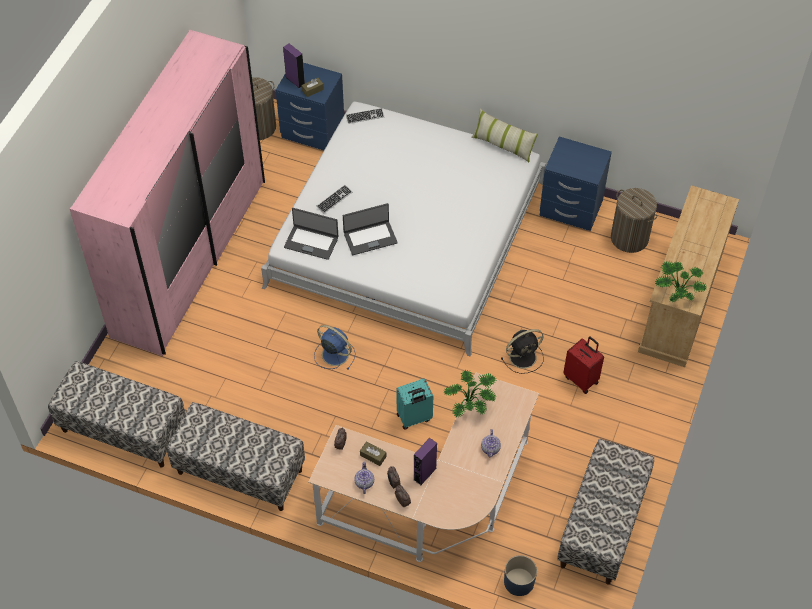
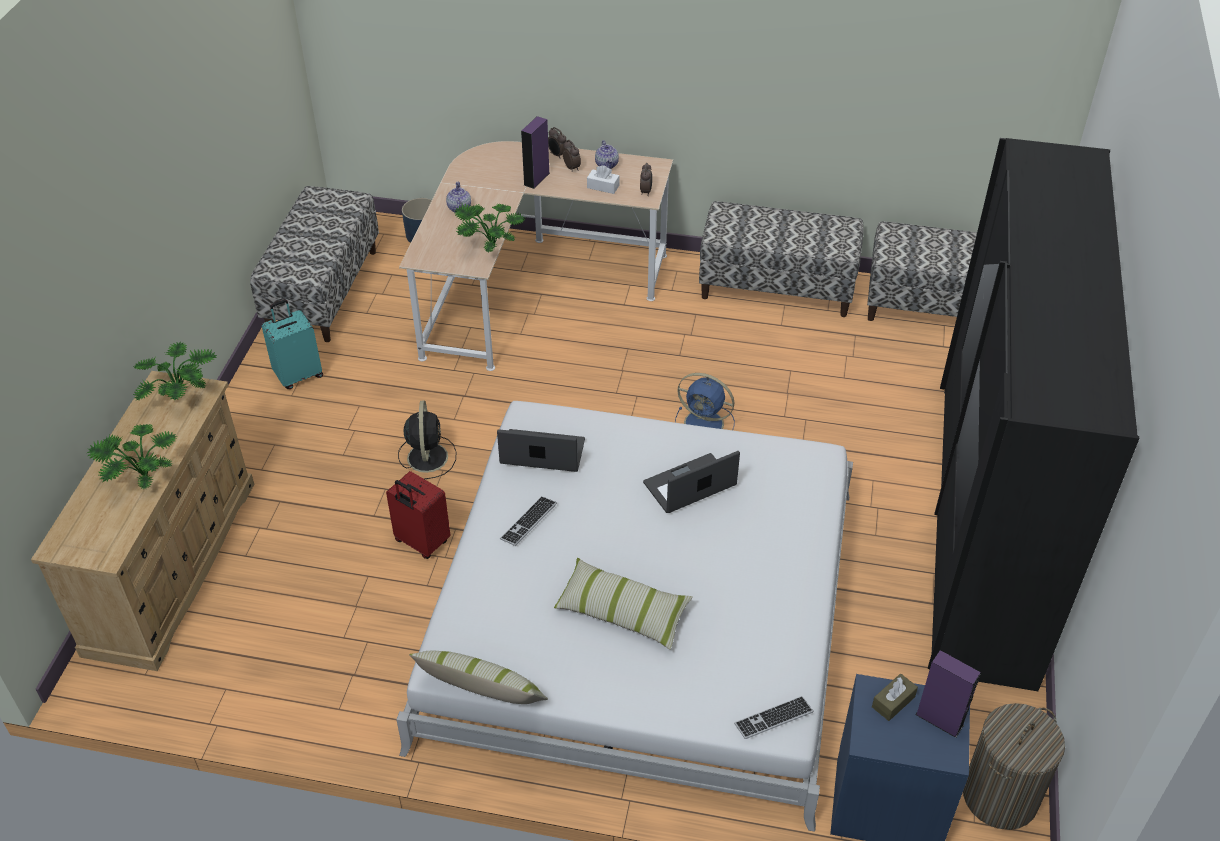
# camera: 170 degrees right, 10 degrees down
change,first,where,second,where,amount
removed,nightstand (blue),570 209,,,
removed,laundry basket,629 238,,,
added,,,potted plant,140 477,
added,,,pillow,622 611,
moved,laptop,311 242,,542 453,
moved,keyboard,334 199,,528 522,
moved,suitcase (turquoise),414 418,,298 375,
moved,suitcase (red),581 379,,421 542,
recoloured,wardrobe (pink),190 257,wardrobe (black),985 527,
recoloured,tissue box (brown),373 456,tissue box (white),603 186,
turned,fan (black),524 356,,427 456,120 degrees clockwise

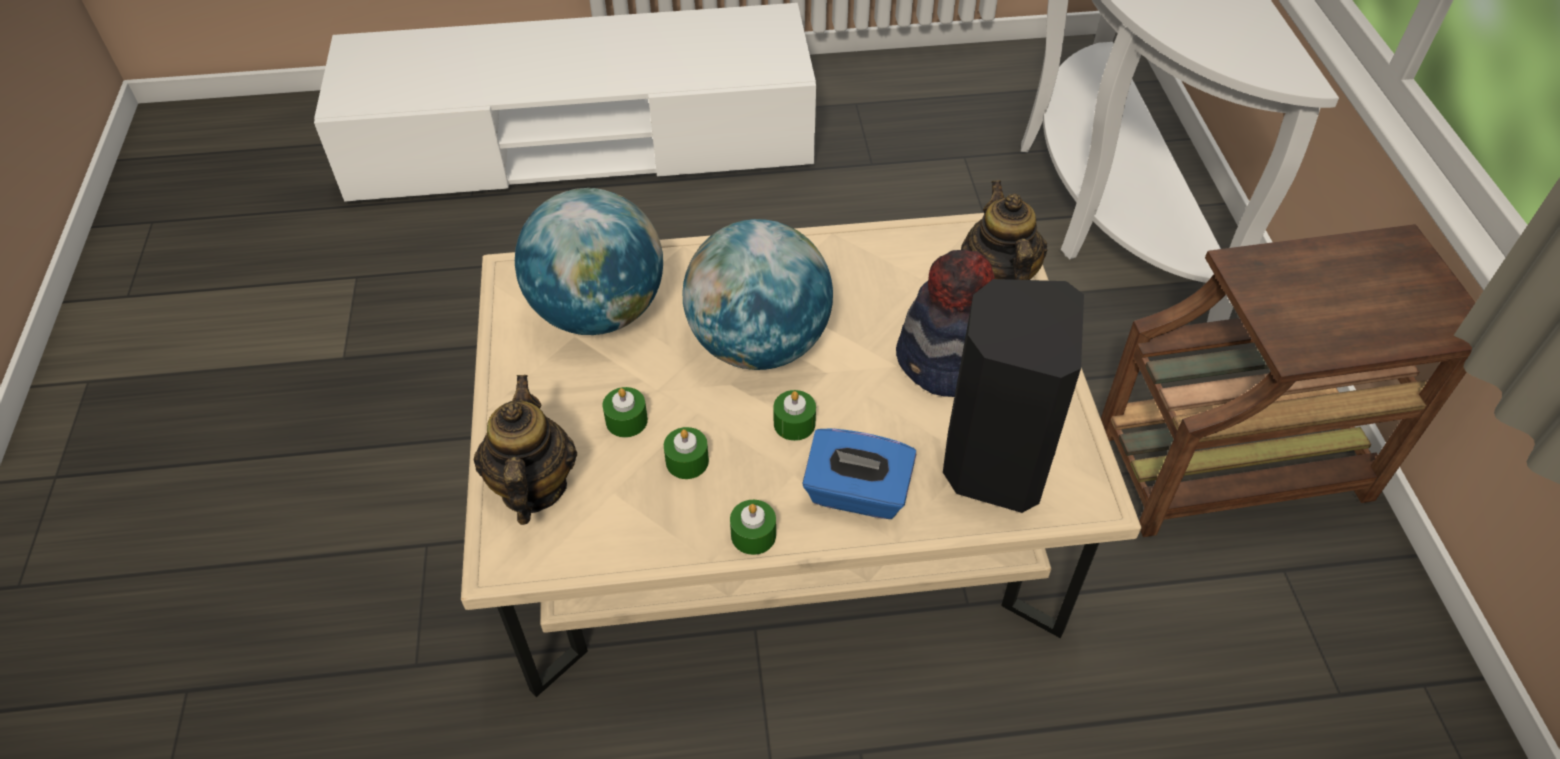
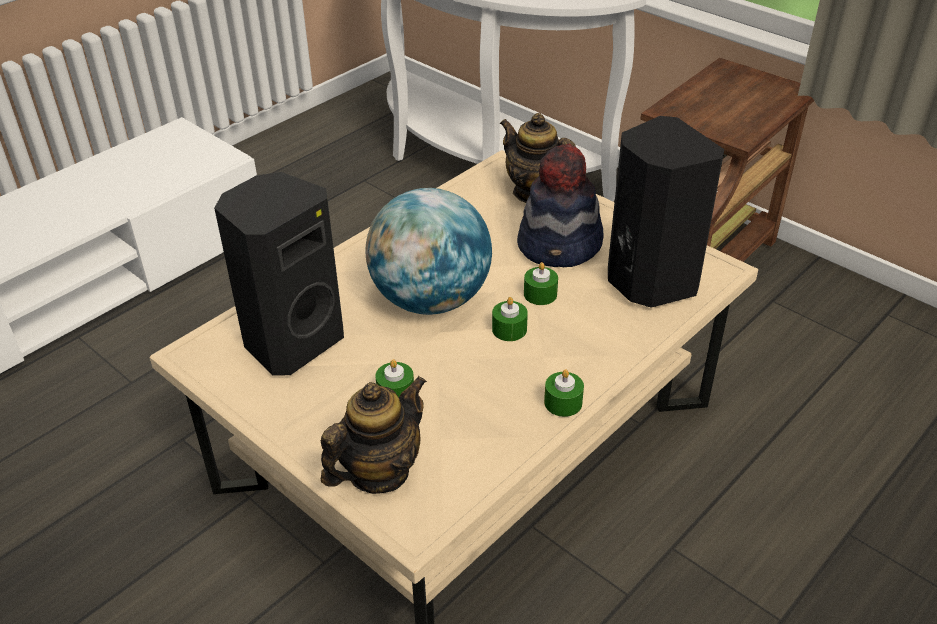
# camera: 40 degrees left, 10 degrees down
change,first,where,second,where,amount
removed,tissue box (blue),856 494,,,
moved,candle (green),687 461,,540 294,
replaced,globe,599 312,speaker (black),292 342,
turned,teapot,533 487,,378 472,90 degrees clockwise

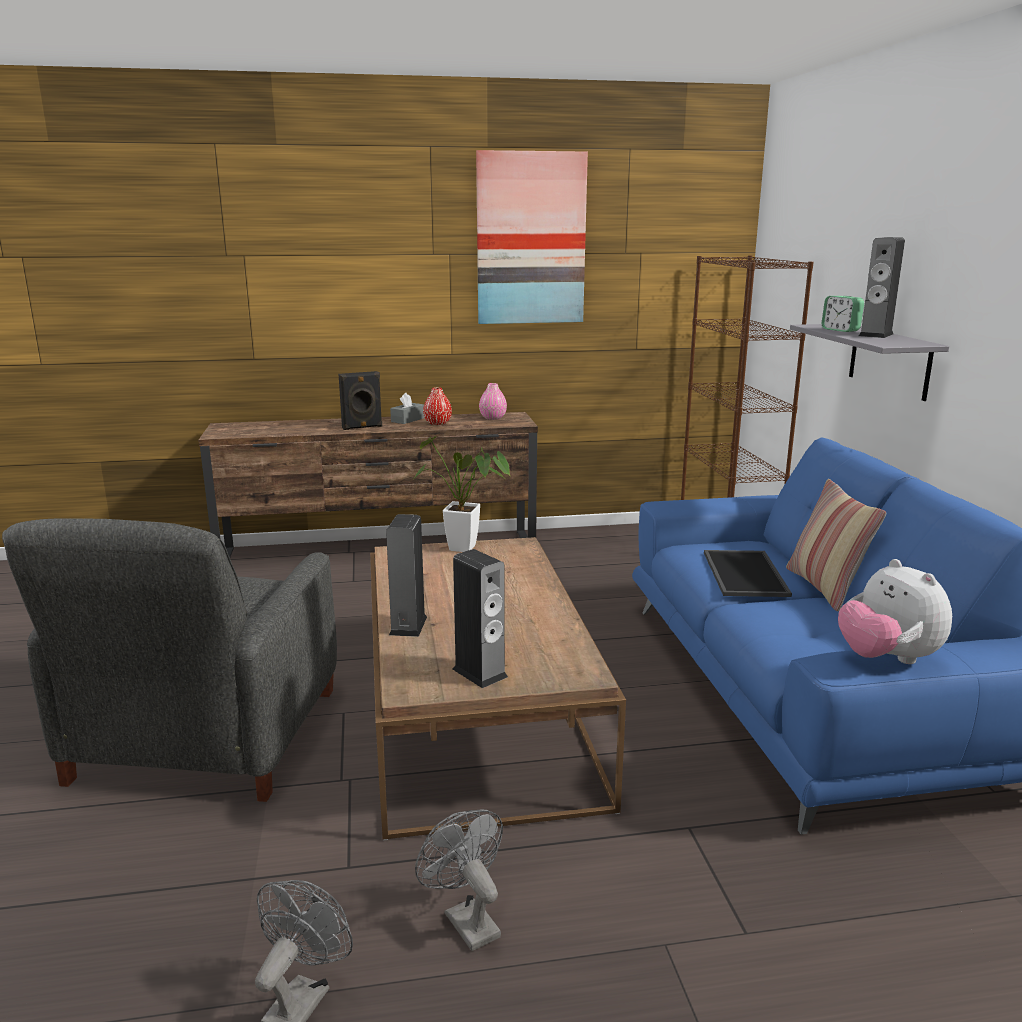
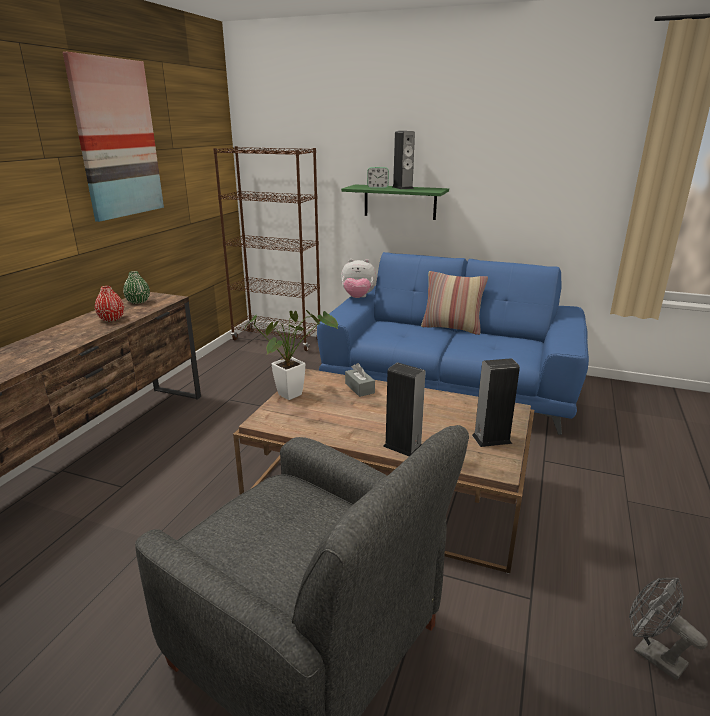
# camera: 60 degrees left, 5 degrees up
change,first,where,second,where,amount
removed,speaker (black),362 427,,,
removed,fan (grey),466 919,,,
removed,tray,742 573,,,
moved,tissue box (grey),407 420,,359 388,
moved,plush toy,887 658,,358 298,
recoloured,vase (pink),493 418,vase (green),138 301,
recoloured,shelf (grey),889 361,shelf (green),400 202,

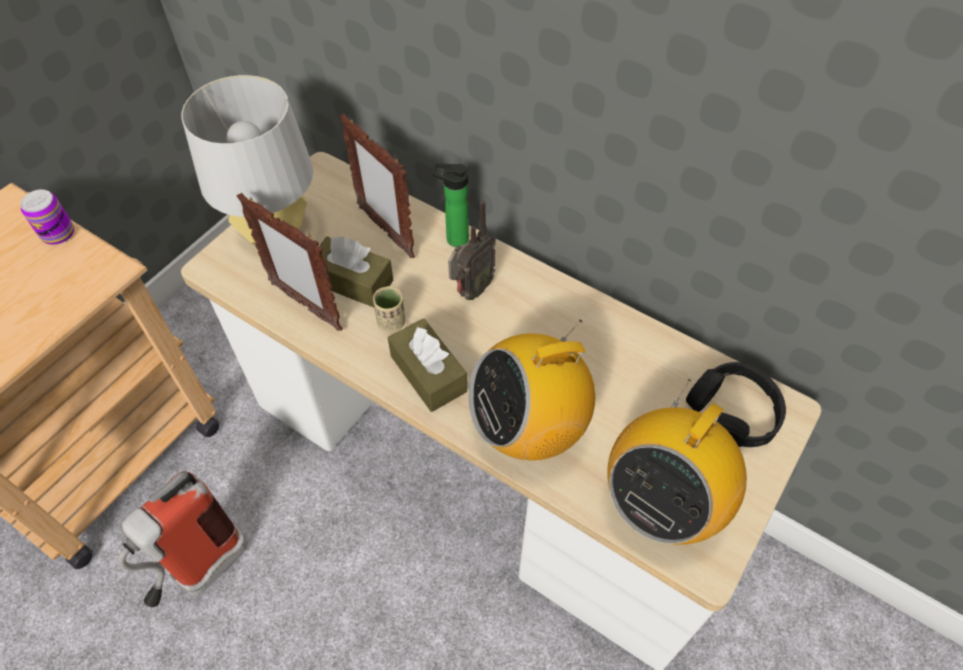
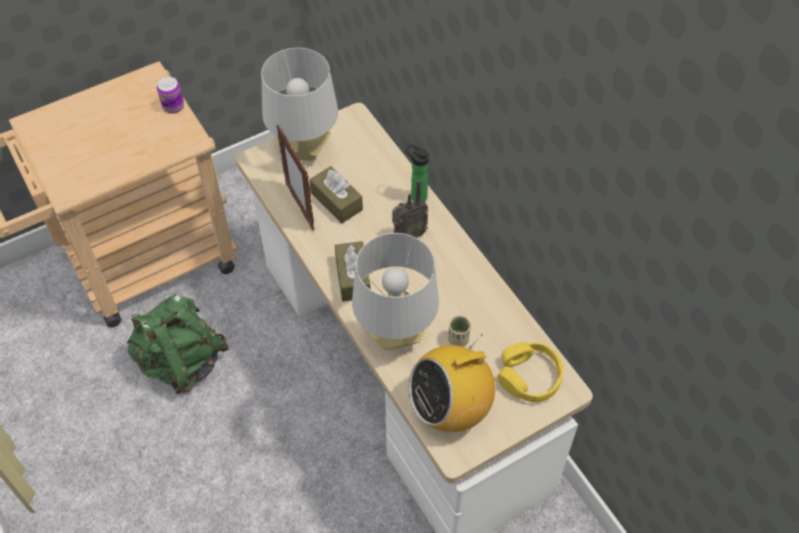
# camera: 25 degrees right, 0 degrees up
change,first,where,second,where,amount
removed,picture frame,385 231,,,
moved,cup (beige),391 322,,458 340,
replaced,fire extinguisher,201 573,backpack (green),182 362,
replaced,radio,529 428,table lamp (grey),395 334,
recoloured,headphones (black),731 413,headphones (yellow),529 377,

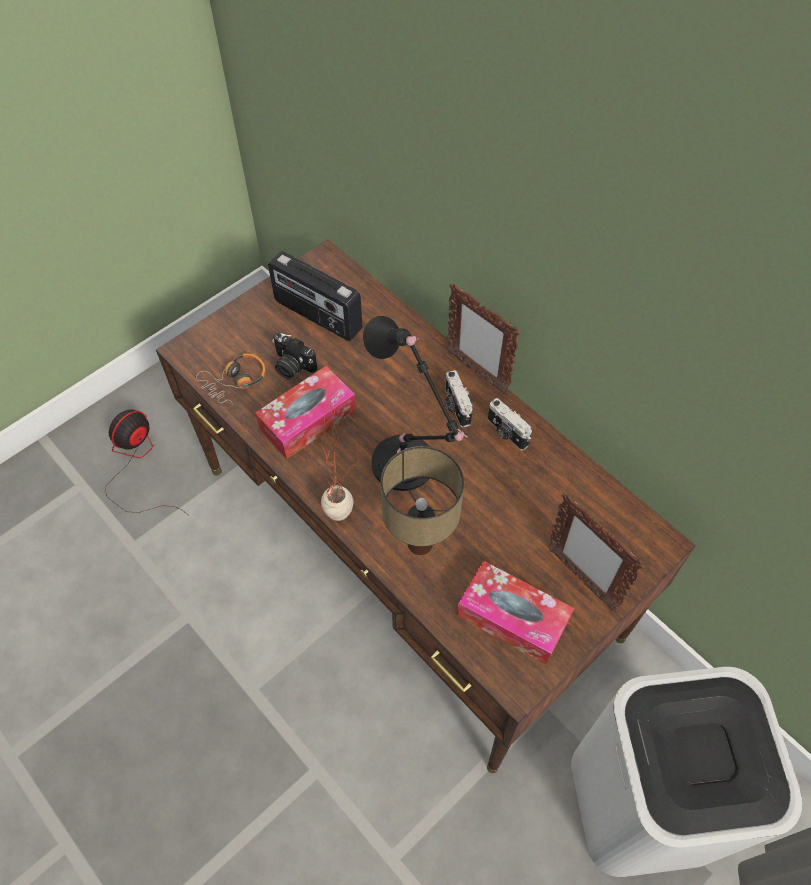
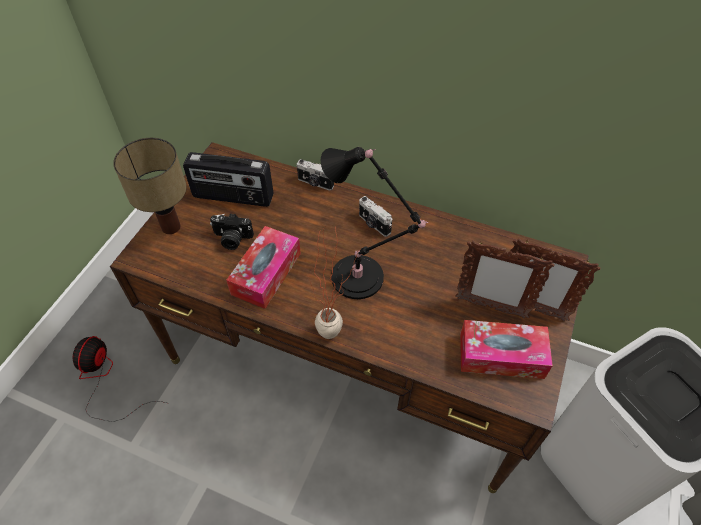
# camera: 25 degrees left, 5 degrees down
change,first,where,second,where,amount
removed,headphones,235 382,,,
moved,table lamp,421 543,,172 226,
moved,picture frame,477 372,,490 307,
moved,photo camera,506 433,,315 183,

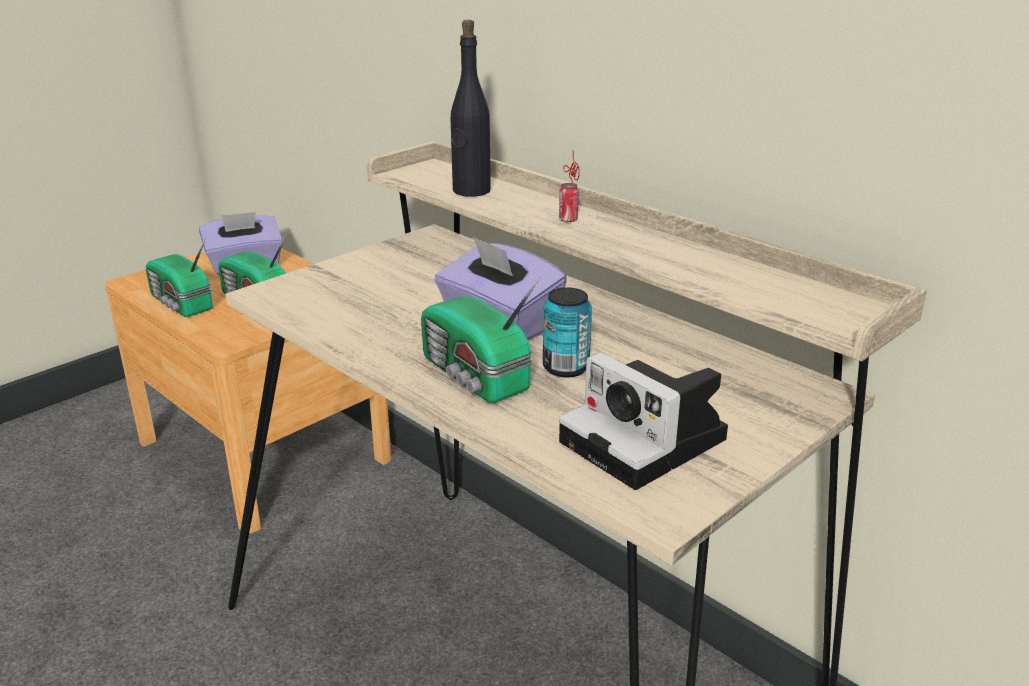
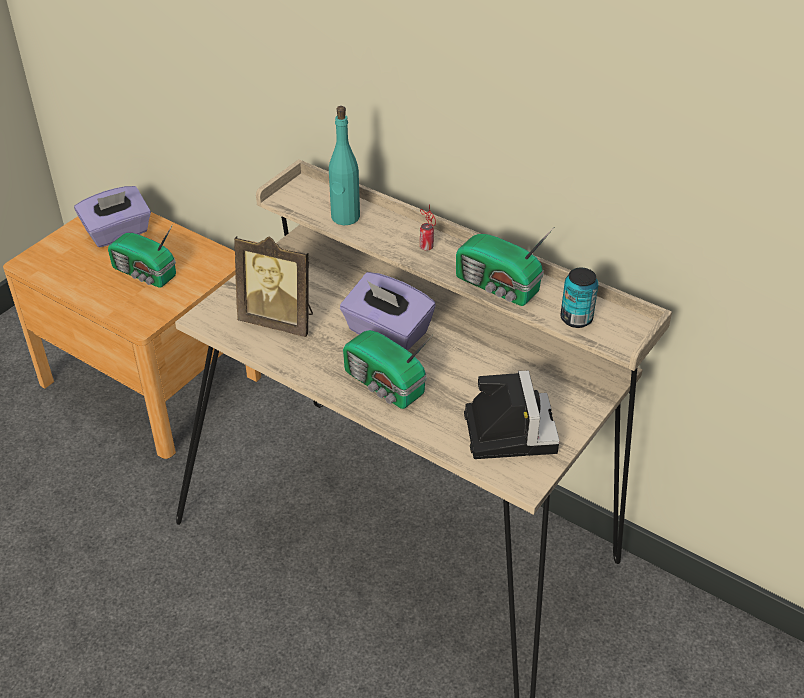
# camera: 10 degrees left, 15 degrees up
change,first,where,second,where,amount
added,,,picture frame,279 320,
moved,radio,181 304,,498 287,
moved,can,565 368,,576 319,
recoloured,bottle (black),471 191,bottle (turquoise),345 217,
turned,photo camera,649 442,,508 429,135 degrees counterclockwise

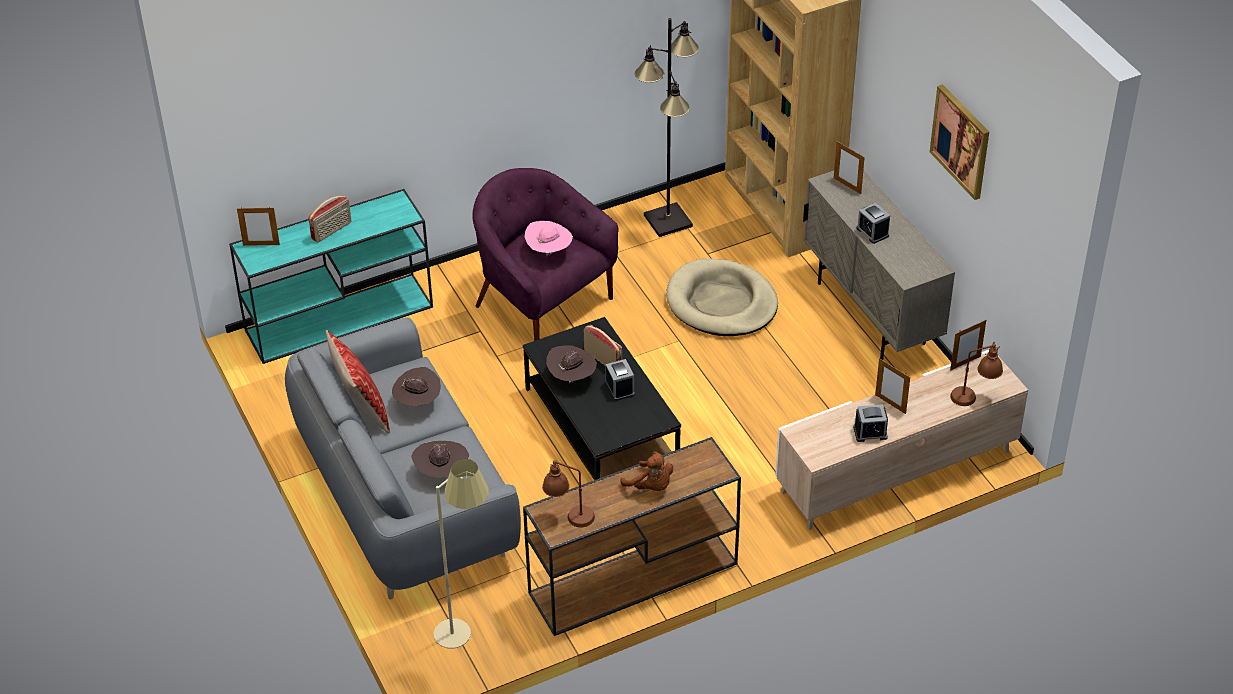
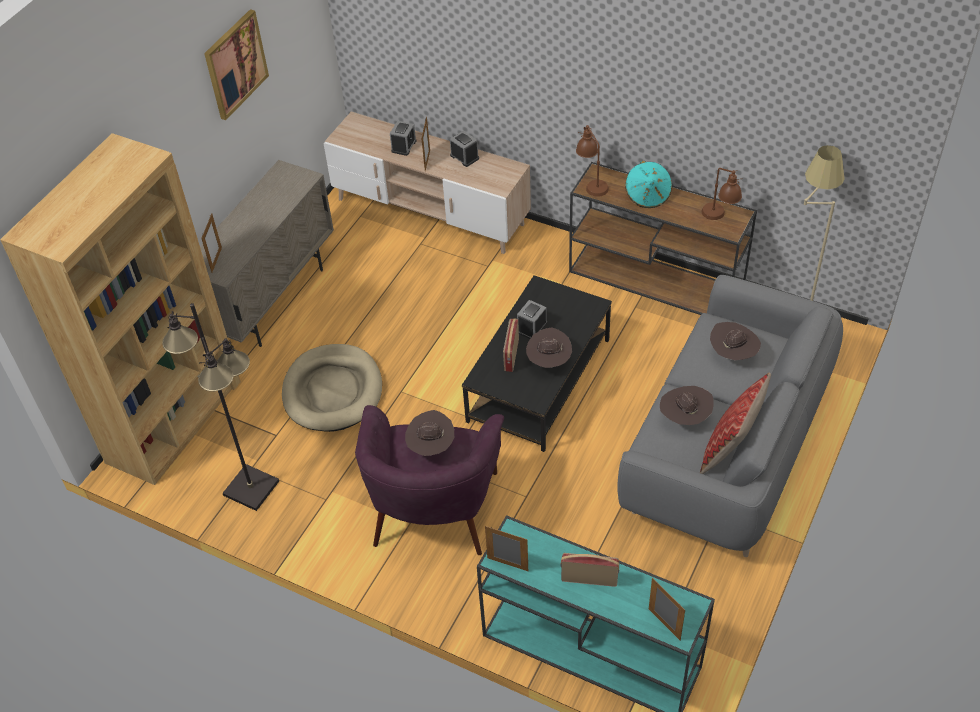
# camera: 125 degrees left, 5 degrees up
change,first,where,second,where,amount
moved,alarm clock,872 232,,404 146,
moved,picture frame,965 363,,507 564,
moved,table lamp (brown),974 397,,591 183,
replaced,plush toy (brown),650 486,hat (turquoise),648 196,
recoloured,hat (pink),549 251,hat (brown),431 446,

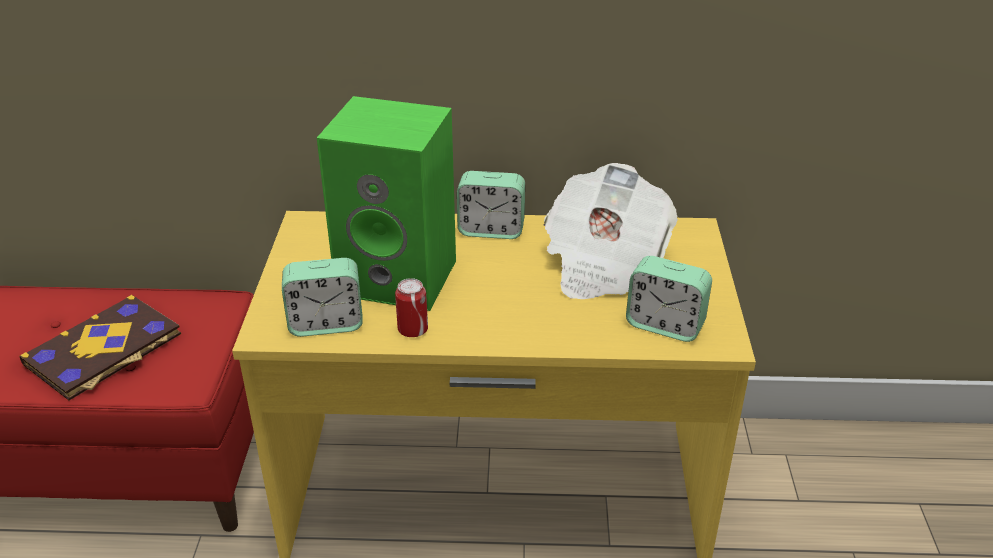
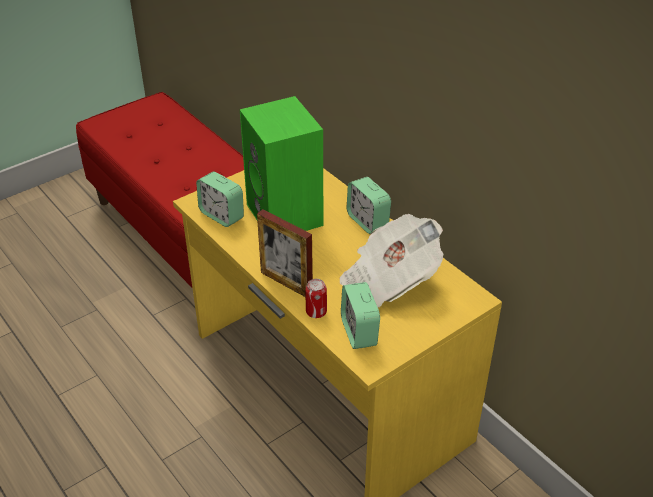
# camera: 50 degrees right, 5 degrees up
change,first,where,second,where,amount
removed,book,104 350,,,
added,,,picture frame,286 283,
moved,can,413 330,,316 312,

